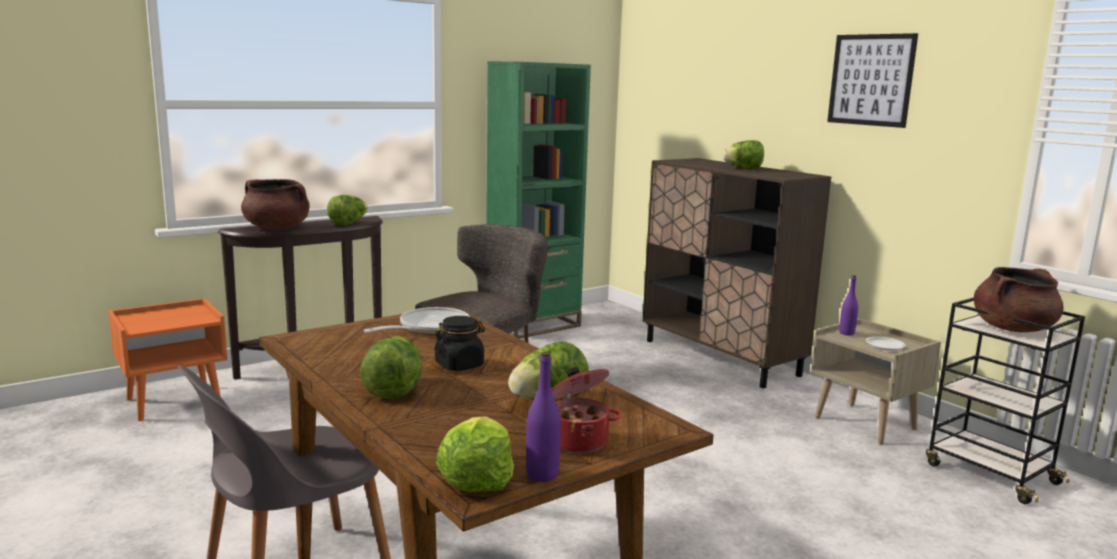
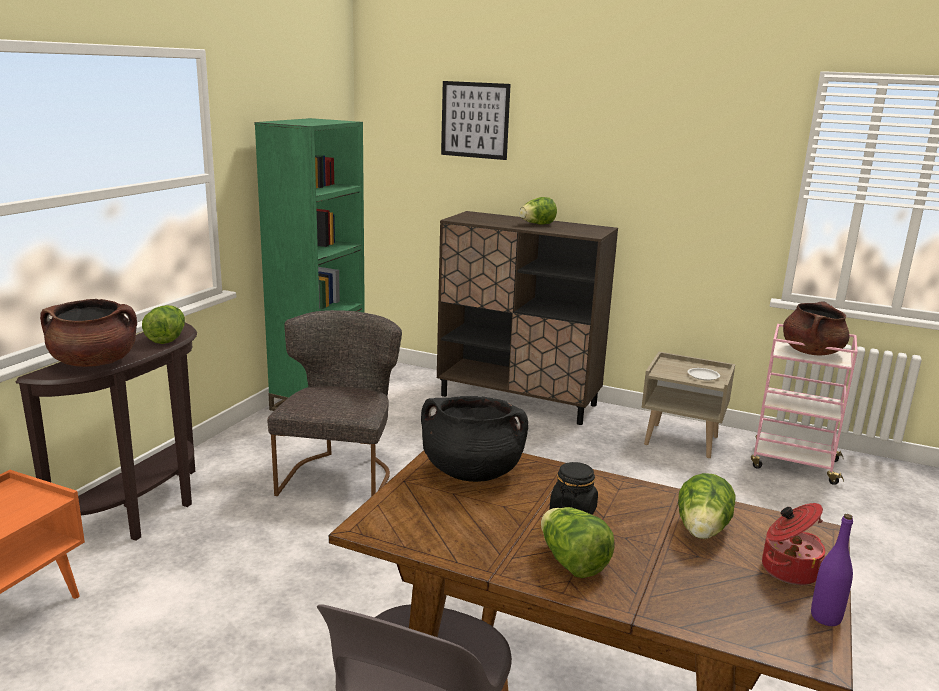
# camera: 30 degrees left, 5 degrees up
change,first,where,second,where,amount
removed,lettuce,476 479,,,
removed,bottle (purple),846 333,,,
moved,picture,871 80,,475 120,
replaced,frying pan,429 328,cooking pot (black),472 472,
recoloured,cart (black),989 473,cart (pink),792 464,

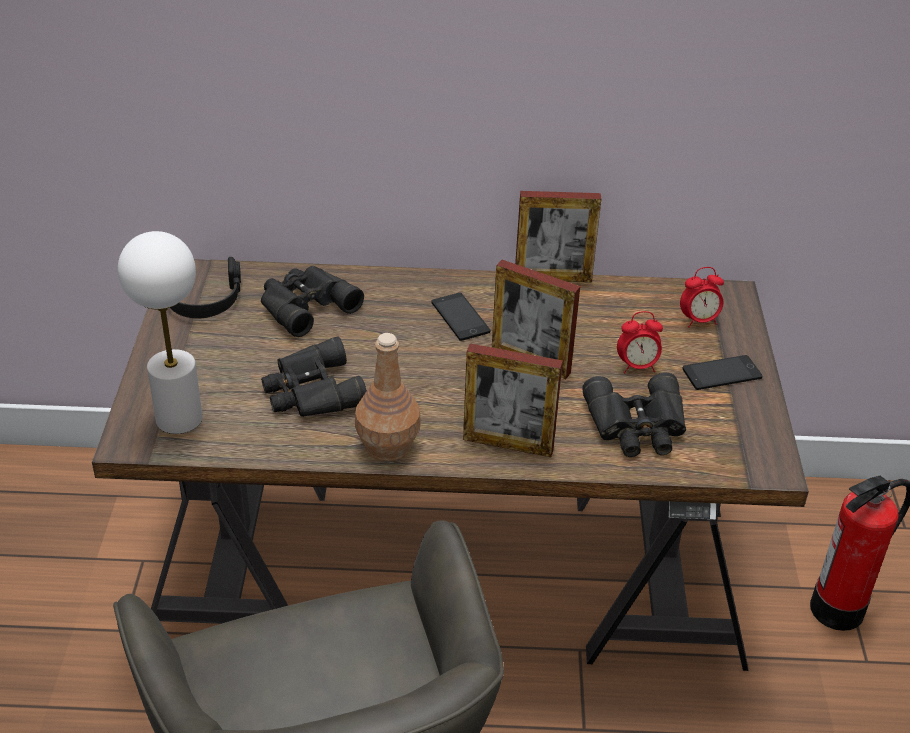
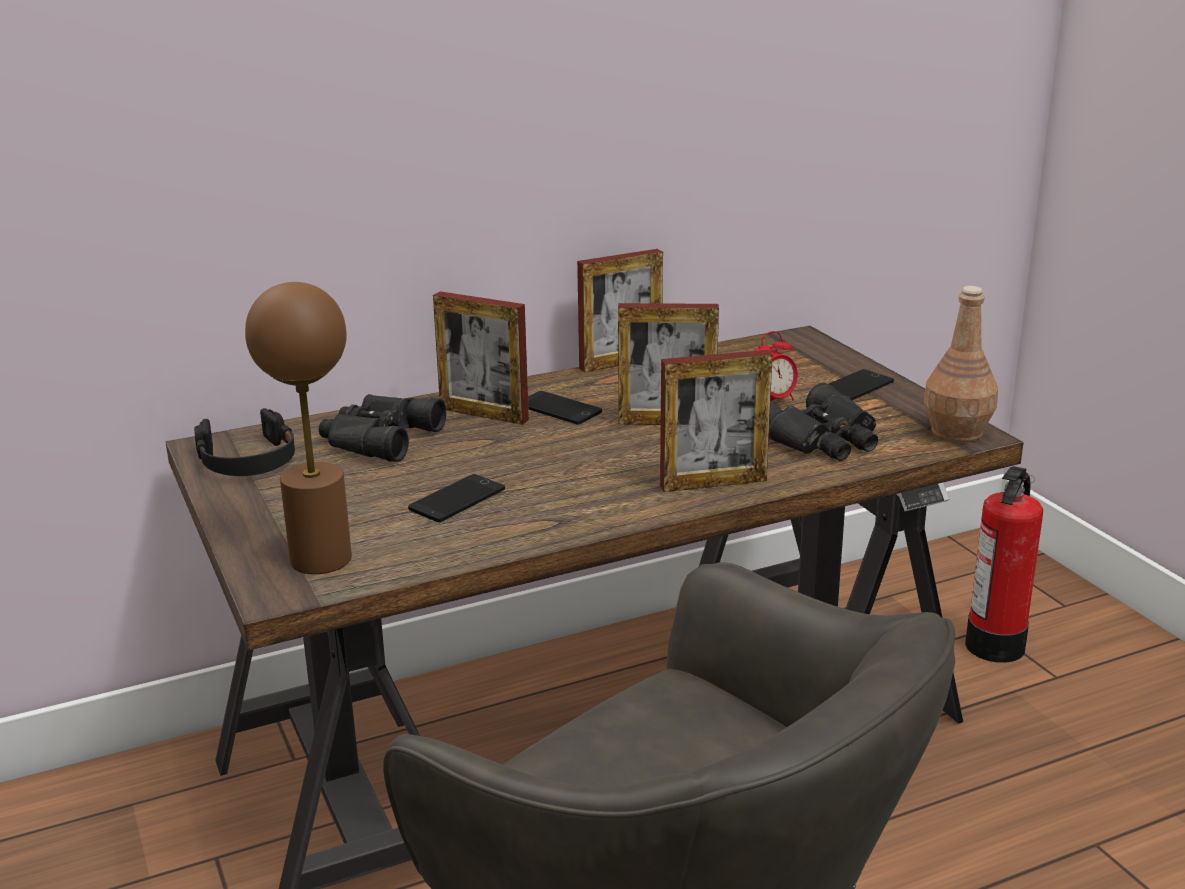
# camera: 25 degrees left, 15 degrees down
change,first,where,second,where,amount
removed,alarm clock,699 321,,,
added,,,picture frame,484 414,
moved,bottle (brown),388 445,,957 432,
replaced,binoculars (black),311 392,phone,457 499,
recoloured,table lamp (white),179 418,table lamp (brown),320 558,

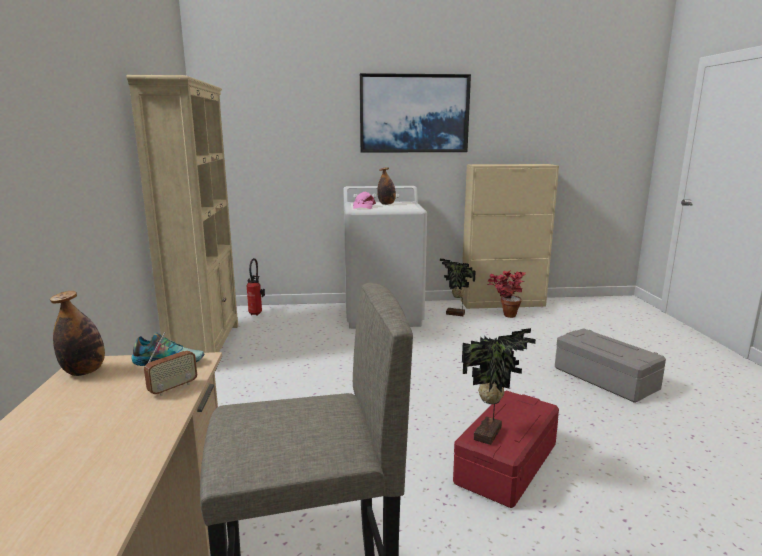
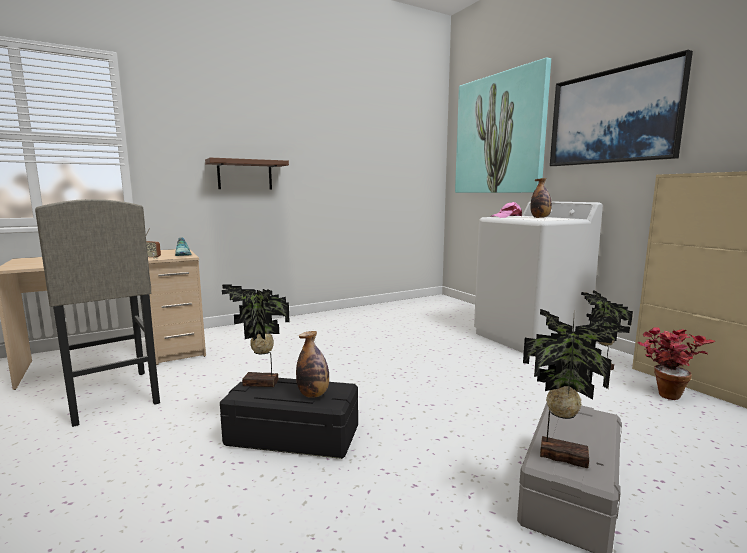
# camera: 65 degrees right, 5 degrees down
change,first,where,second,where,amount
removed,bookcase (beige),206 346,,,
removed,fire extinguisher,257 313,,,
added,,,shelf (brown),245 175,
added,,,picture,499 135,
added,,,potted plant,562 454,
moved,bottle,84 371,,313 394,
recoloured,storage box (red),505 463,storage box (black),294 435,

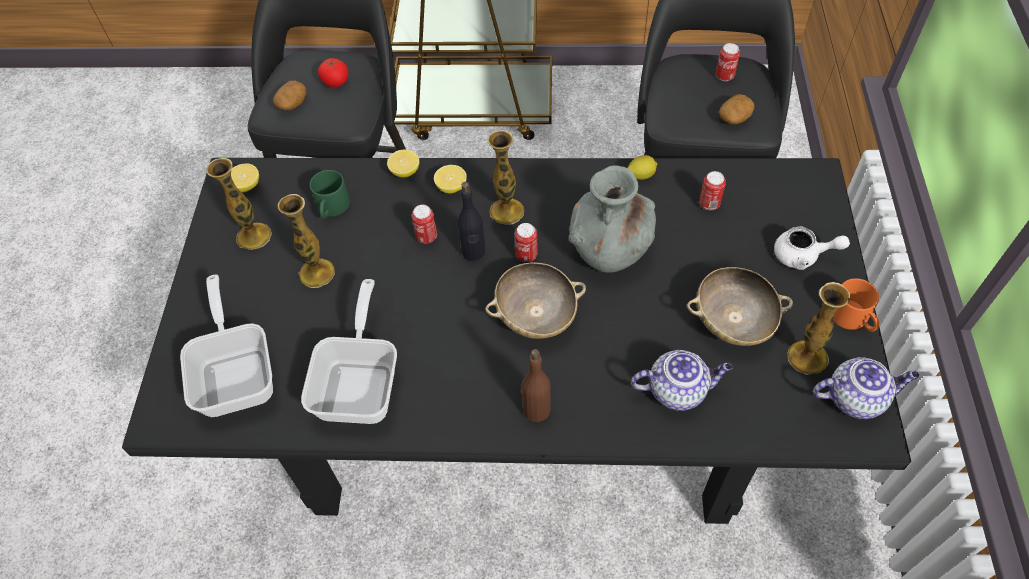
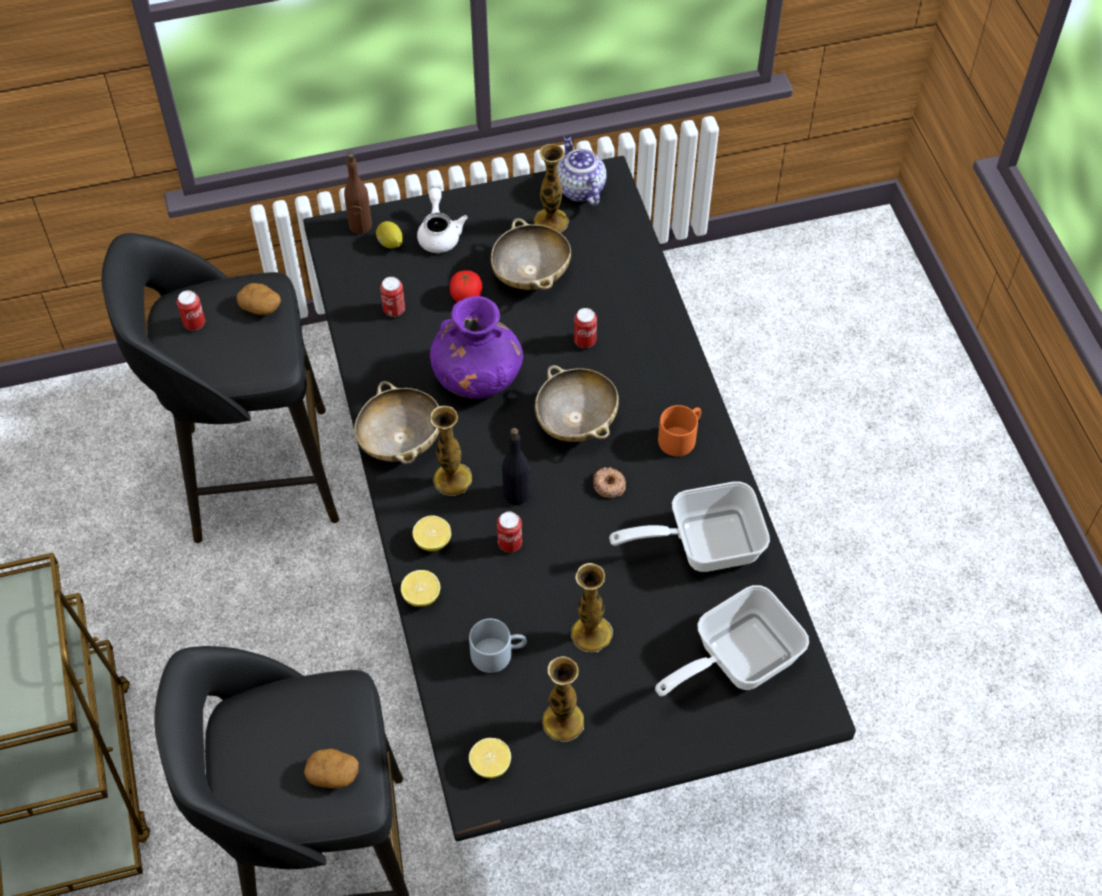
# camera: 110 degrees left, 0 degrees up
change,first,where,second,where,amount
removed,teapot,678 390,,,
added,,,bowl (beige),400 441,
added,,,donut,609 485,
moved,tomato,335 82,,466 296,
moved,can,526 255,,585 341,
moved,bottle (brown),536 410,,360 226,
moved,lemon,640 175,,390 243,
moved,mug (orange),853 318,,680 436,
recoloured,mug (green),332 208,mug (grey),498 653,
recoloured,vase (grey),610 250,vase (purple),478 379,

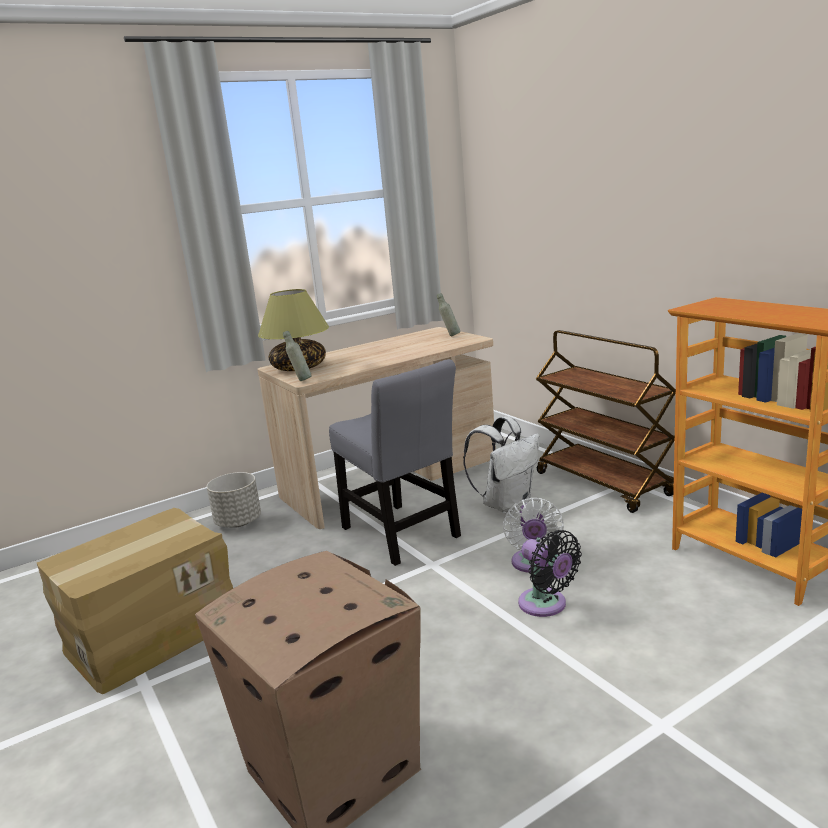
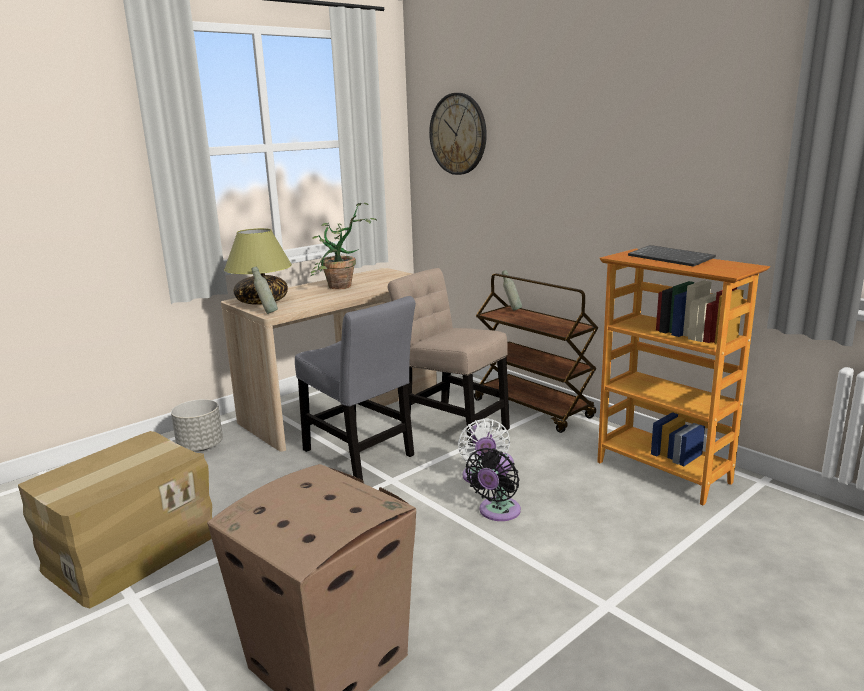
# camera: 10 degrees left, 0 degrees up
change,first,where,second,where,amount
added,,,potted plant,341 288,
added,,,wall clock,458 134,
added,,,keyboard,672 258,
moved,bottle (grey),450 336,,511 310,
replaced,backpack (white),507 504,chair (beige),451 427,
turned,fan (black),546 605,,497 512,75 degrees clockwise

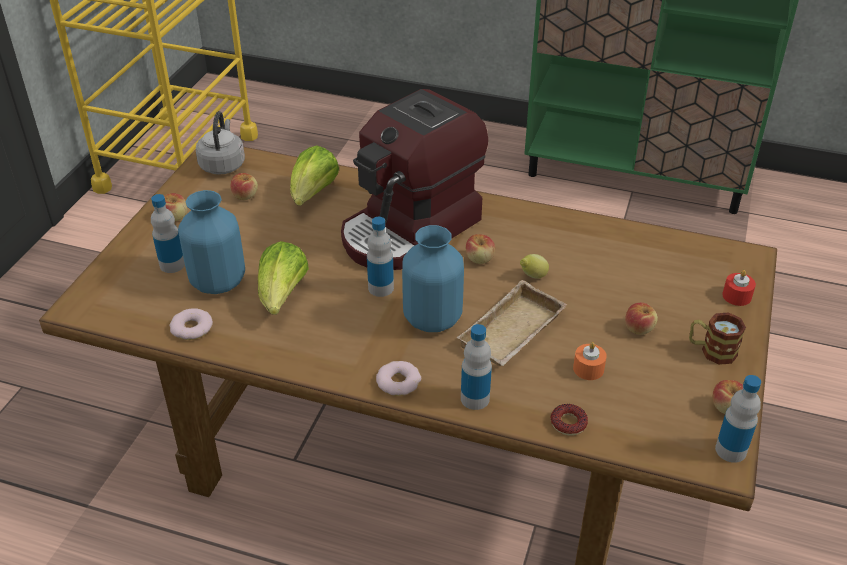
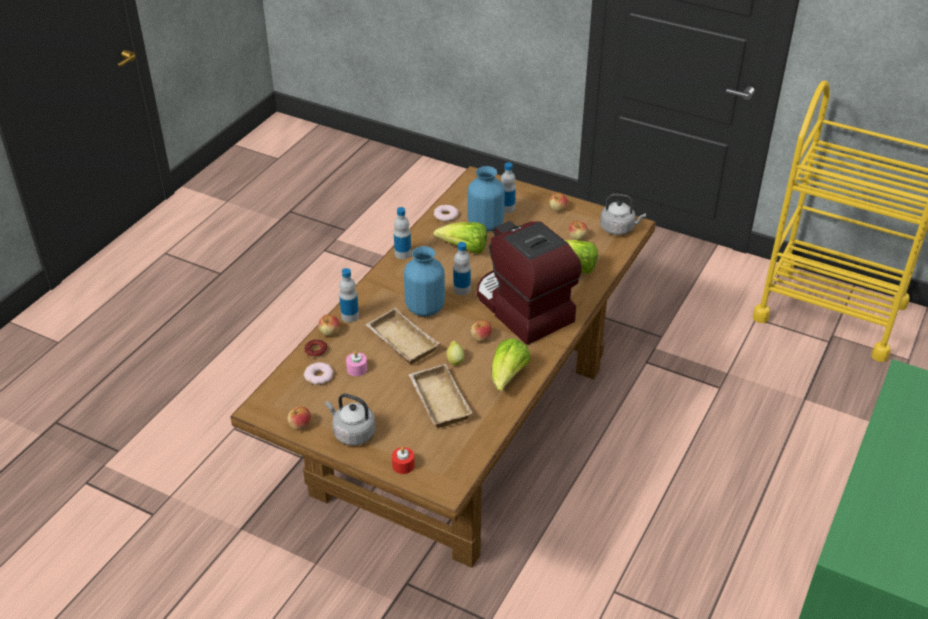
# camera: 100 degrees right, 0 degrees up
change,first,where,second,where,amount
added,,,tray (beige),437 400,
added,,,lettuce,508 377,
moved,donut,398 382,,319 376,
moved,apple,639 328,,330 332,
moved,bottle,730 450,,403 254,
replaced,mug,711 351,kettle (grey),352 433,
recoloured,candle (orange),588 369,candle (pink),357 369,

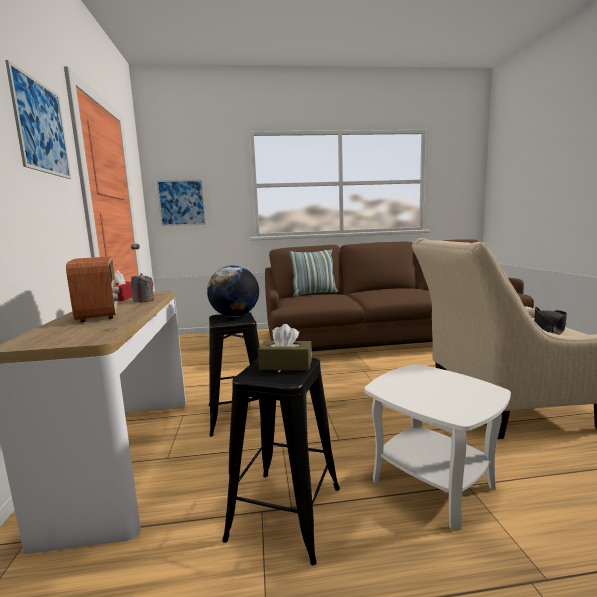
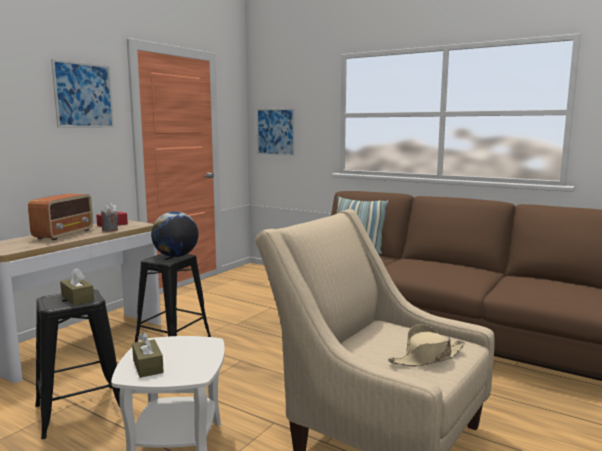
# camera: 40 degrees right, 0 degrees up
change,first,where,second,where,amount
added,,,tissue box (brown),148 366,
recoloured,hat (black),548 329,hat (beige),427 358,

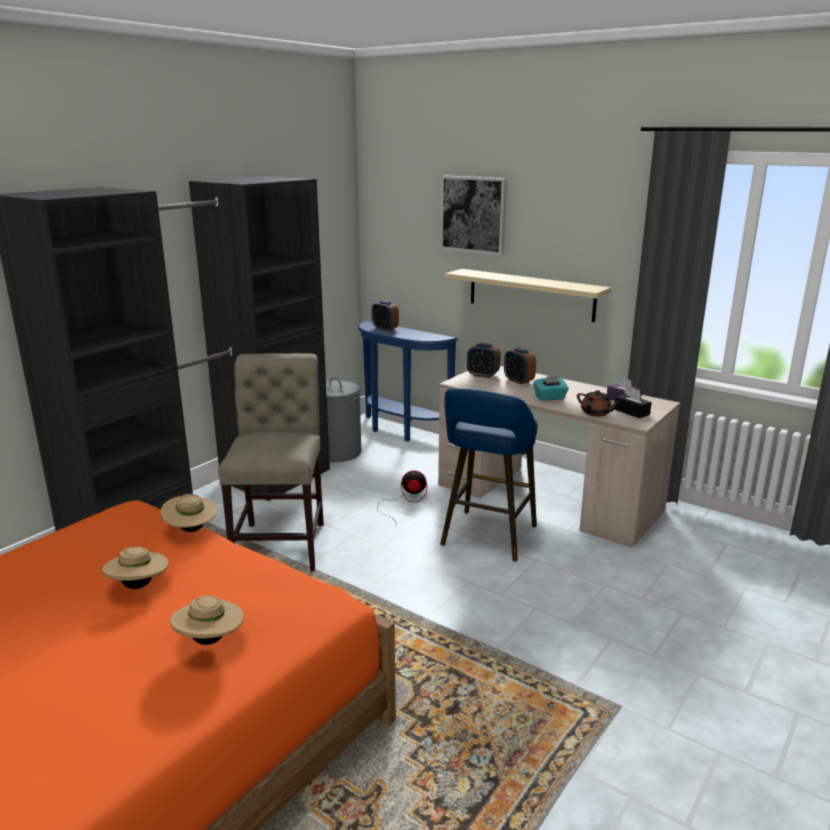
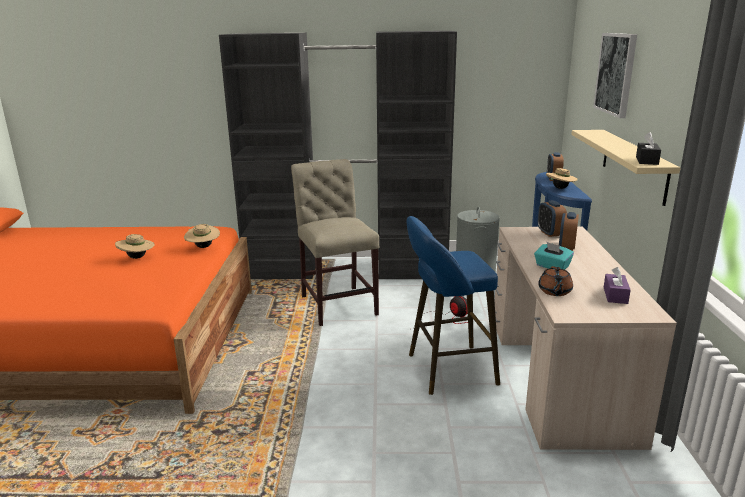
# camera: 55 degrees right, 0 degrees up
change,first,where,second,where,amount
moved,hat (beige),210 640,,560 188,
moved,tissue box (black),632 412,,647 160,
turned,chair (beige),282 542,,337 303,75 degrees counterclockwise

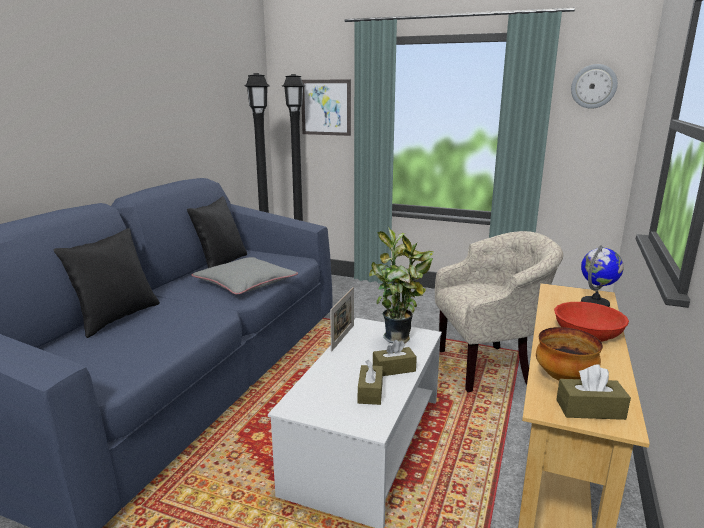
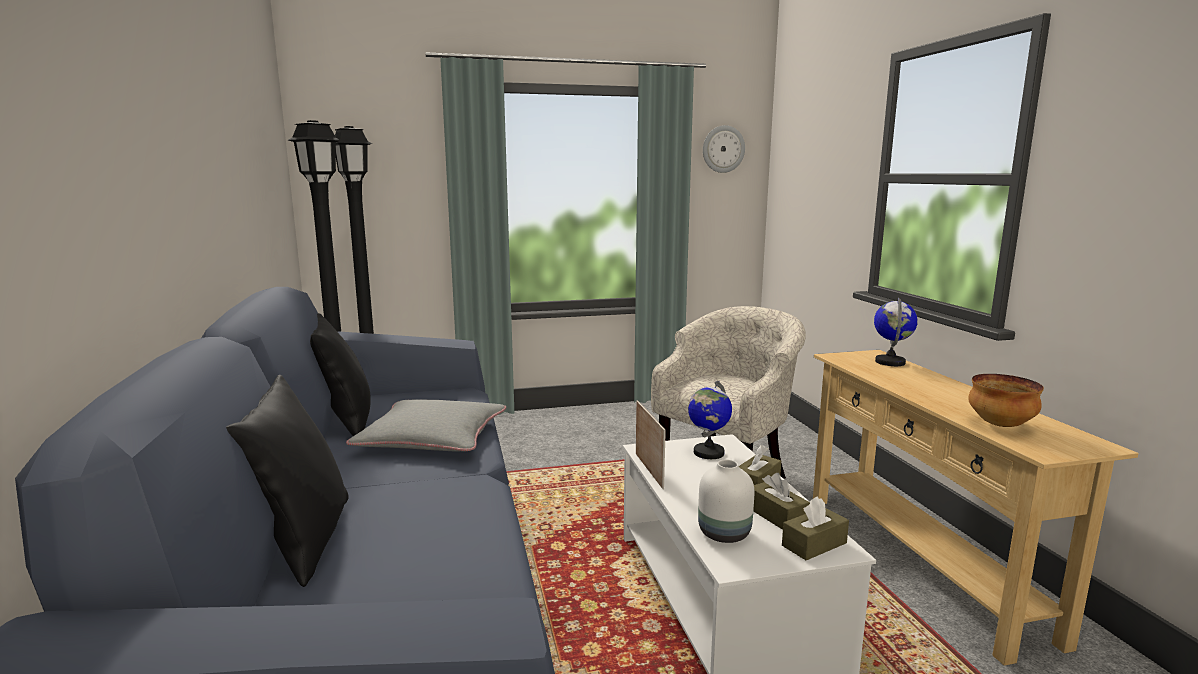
# camera: 35 degrees left, 5 degrees down
change,first,where,second,where,amount
removed,picture,326 107,,,
removed,bowl (red),587 332,,,
added,,,vase (white),722 533,
moved,tissue box (brown),590 409,,814 544,
replaced,potted plant,400 338,globe,708 453,

